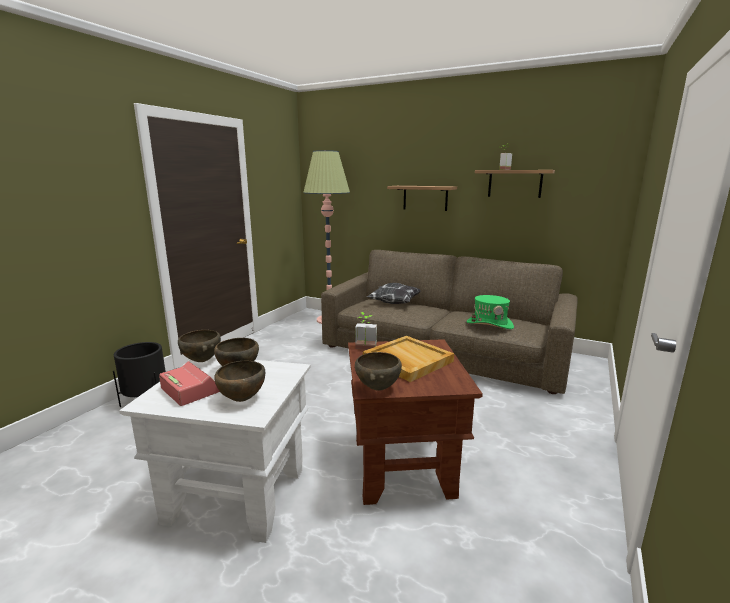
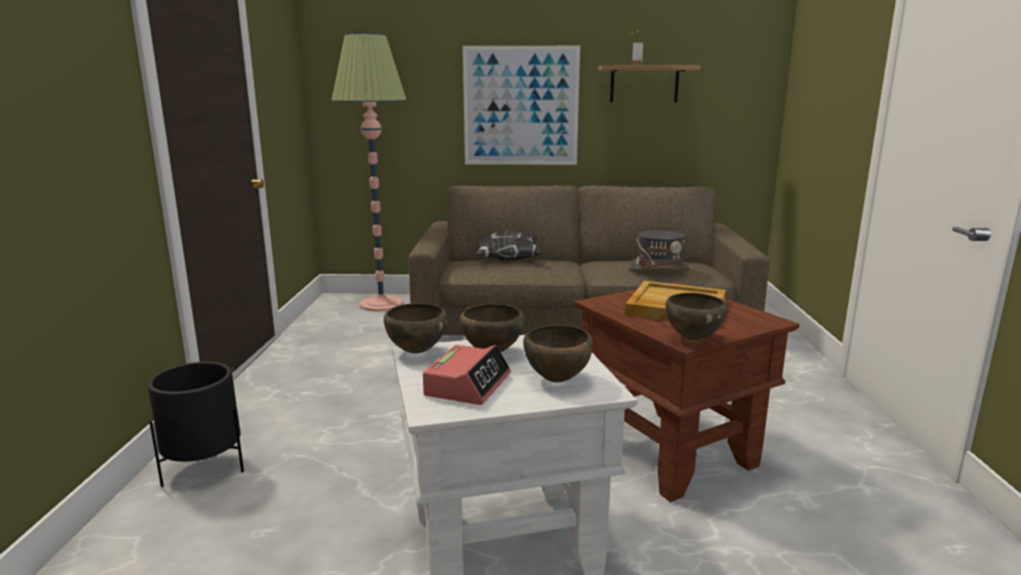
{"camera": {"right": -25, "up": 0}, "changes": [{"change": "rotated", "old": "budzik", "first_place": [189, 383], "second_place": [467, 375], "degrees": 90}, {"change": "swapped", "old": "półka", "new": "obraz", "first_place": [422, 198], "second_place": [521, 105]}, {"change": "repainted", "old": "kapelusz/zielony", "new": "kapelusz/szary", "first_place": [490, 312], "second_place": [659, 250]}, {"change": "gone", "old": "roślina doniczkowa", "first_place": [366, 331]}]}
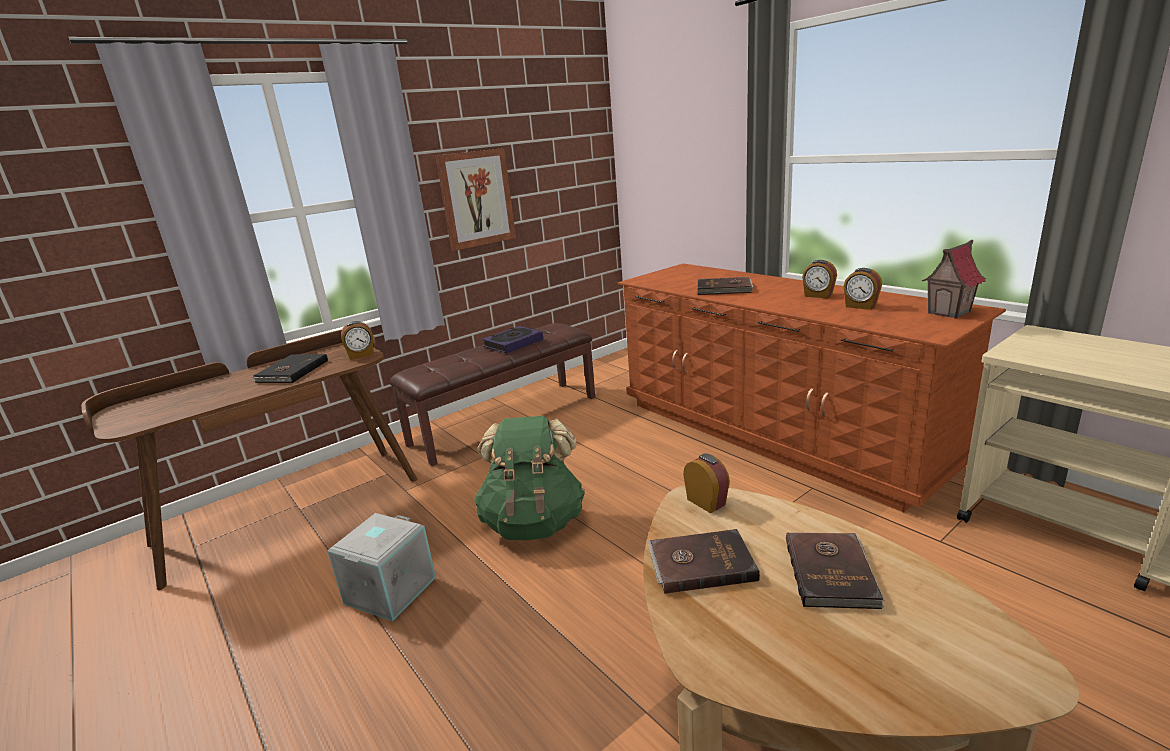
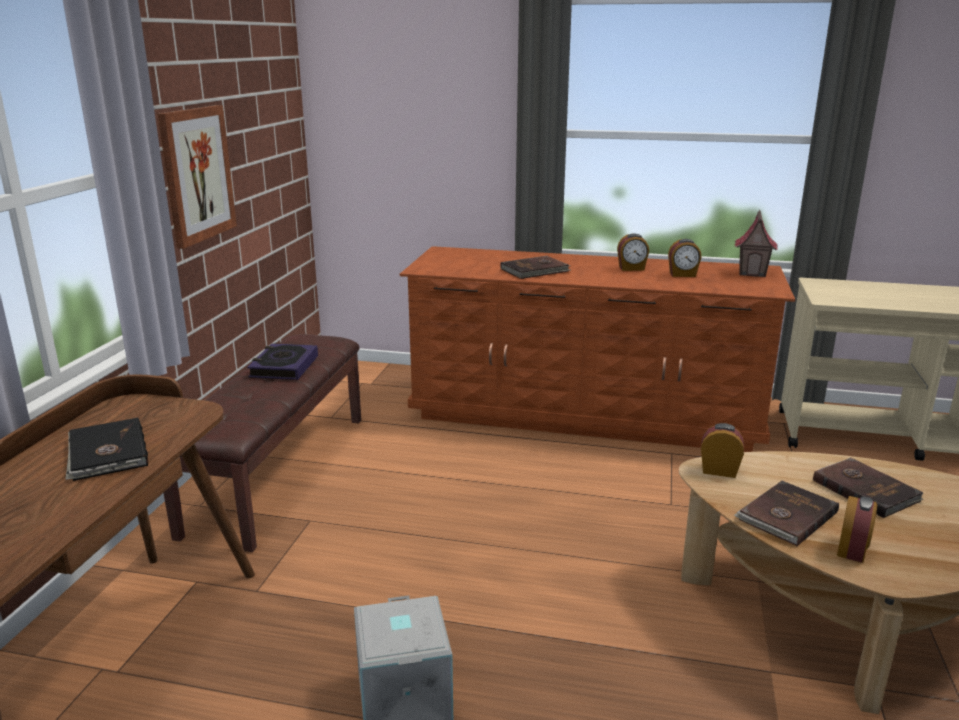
{"camera": {"right": -40, "up": 0}, "changes": [{"change": "shifted", "old": "budzik", "first_place": [357, 340], "second_place": [857, 529]}, {"change": "gone", "old": "plecak/zielony", "first_place": [529, 478]}]}
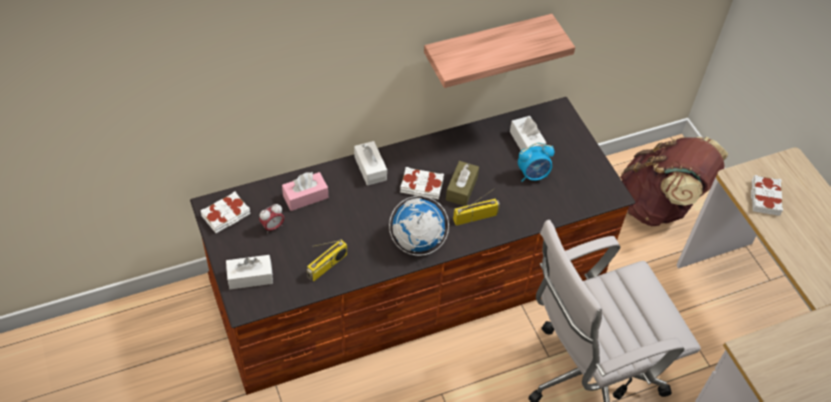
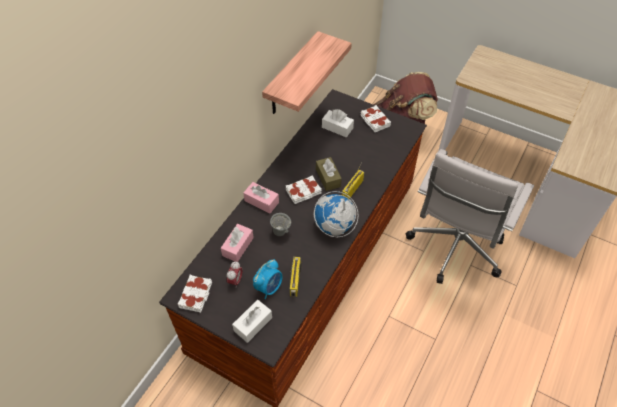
{"camera": {"right": -35, "up": 0}, "changes": [{"change": "repainted", "old": "pudełko chusteczek/biały", "new": "pudełko chusteczek/różowy", "first_place": [370, 163], "second_place": [261, 197]}, {"change": "shifted", "old": "budzik", "first_place": [536, 162], "second_place": [268, 279]}, {"change": "new", "new": "kubek/szary", "second_place": [280, 224]}, {"change": "shifted", "old": "książka/biały", "first_place": [767, 195], "second_place": [376, 118]}]}
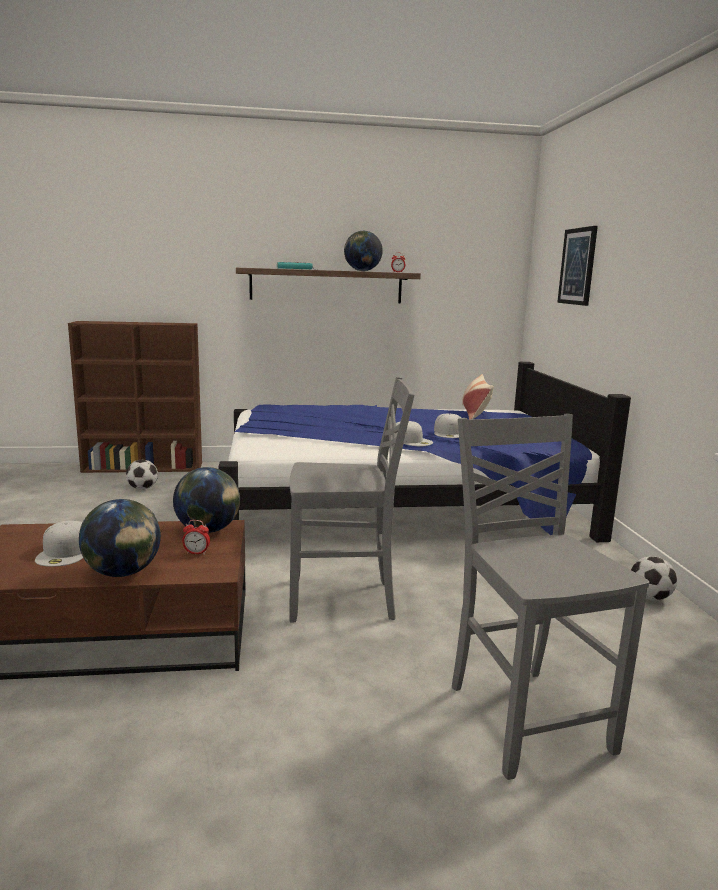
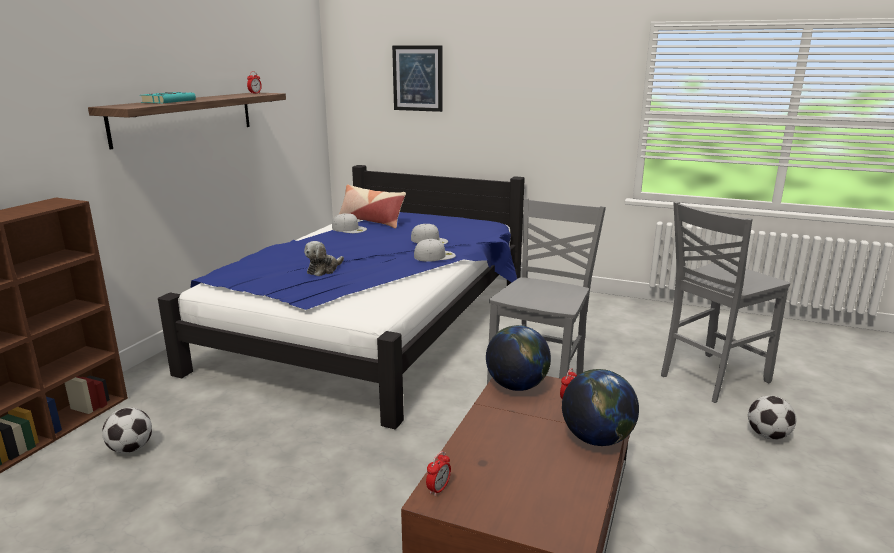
{"camera": {"right": -60, "up": 5}, "changes": [{"change": "new", "new": "pluszak", "second_place": [324, 258]}, {"change": "shifted", "old": "czapka z daszkiem/biały", "first_place": [59, 543], "second_place": [349, 223]}, {"change": "new", "new": "budzik", "second_place": [438, 473]}, {"change": "rotated", "old": "krzesło/szary", "first_place": [550, 597], "second_place": [725, 302], "degrees": -45}, {"change": "shifted", "old": "piłka futbolowa", "first_place": [654, 578], "second_place": [772, 418]}, {"change": "gone", "old": "globus", "first_place": [363, 251]}]}
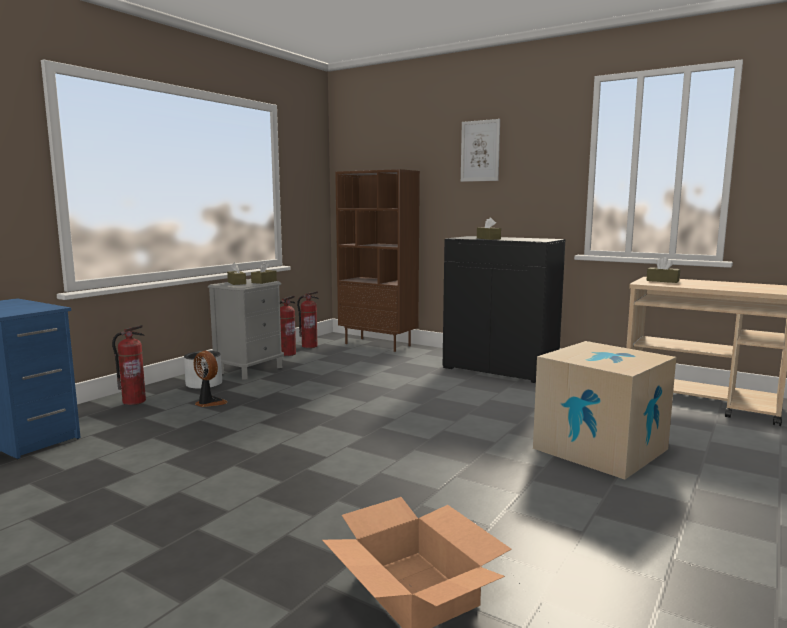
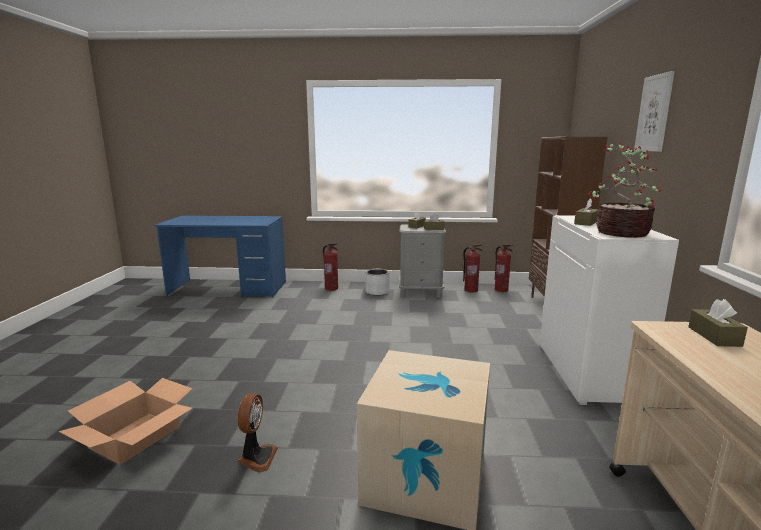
{"camera": {"right": 60, "up": 5}, "changes": [{"change": "shifted", "old": "wentylator", "first_place": [210, 379], "second_place": [257, 432]}, {"change": "repainted", "old": "szafka/czarny", "new": "szafka/biały", "first_place": [504, 309], "second_place": [609, 310]}, {"change": "new", "new": "roślina doniczkowa", "second_place": [624, 190]}]}
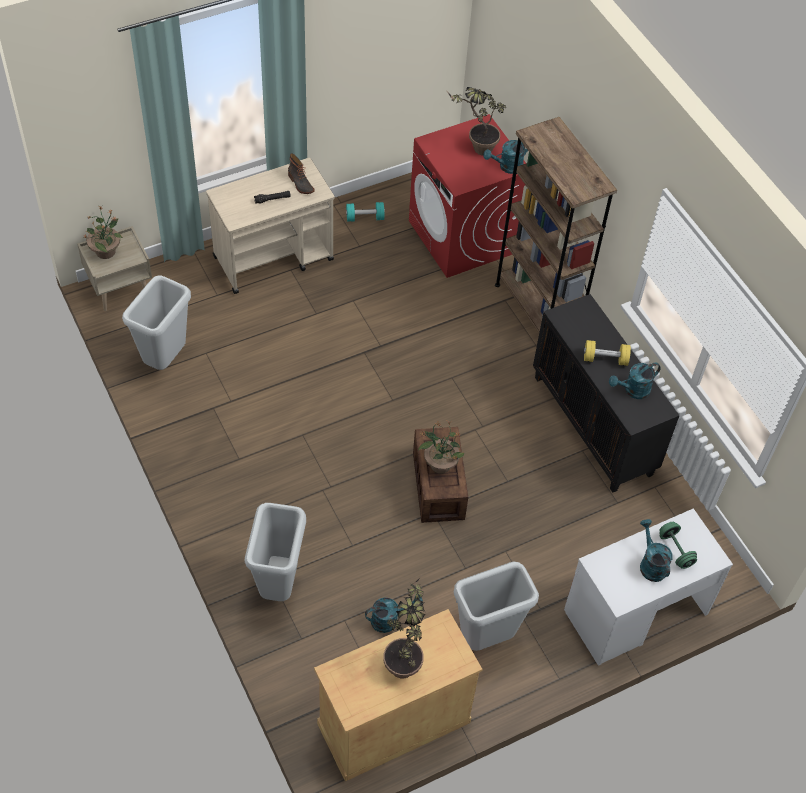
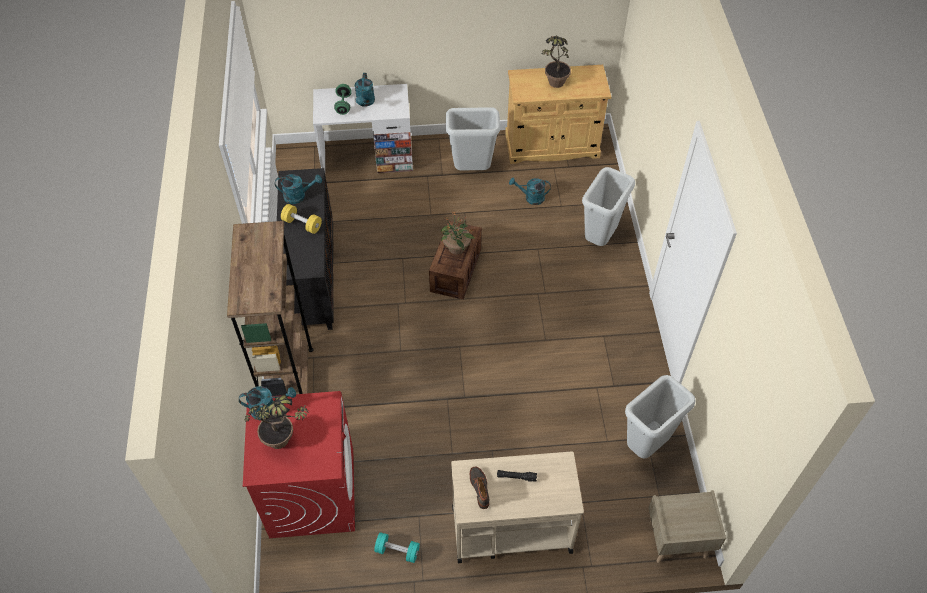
{"camera": {"right": -155, "up": 0}, "changes": [{"change": "gone", "old": "roślina doniczkowa", "first_place": [103, 232]}]}
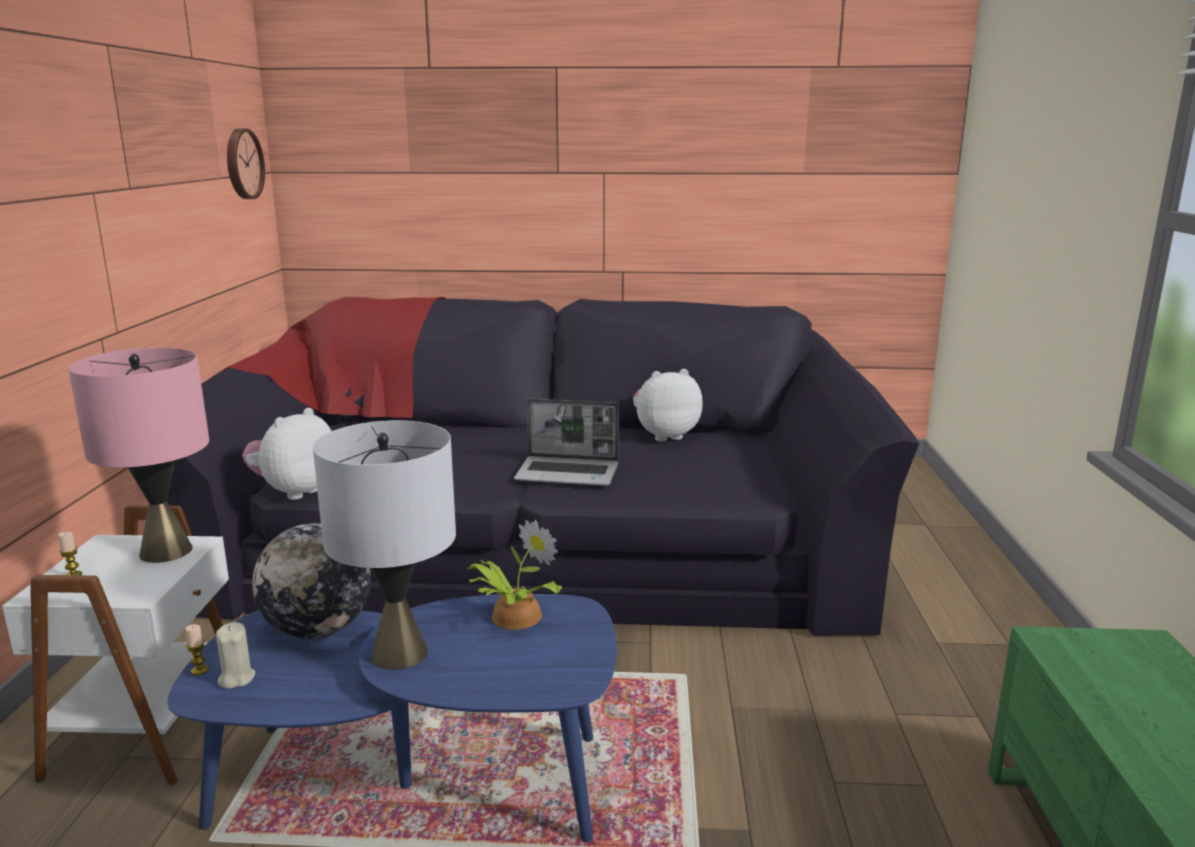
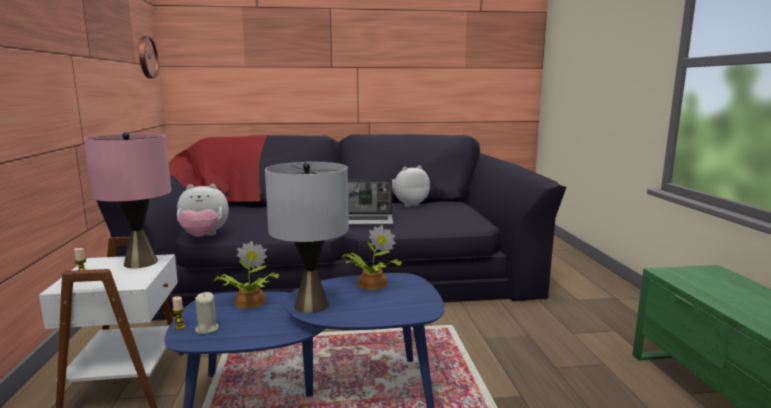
{"camera": {"right": -10, "up": -5}, "changes": [{"change": "rotated", "old": "pluszak", "first_place": [286, 454], "second_place": [203, 210], "degrees": -120}, {"change": "swapped", "old": "globus", "new": "roślina doniczkowa", "first_place": [311, 581], "second_place": [246, 274]}]}
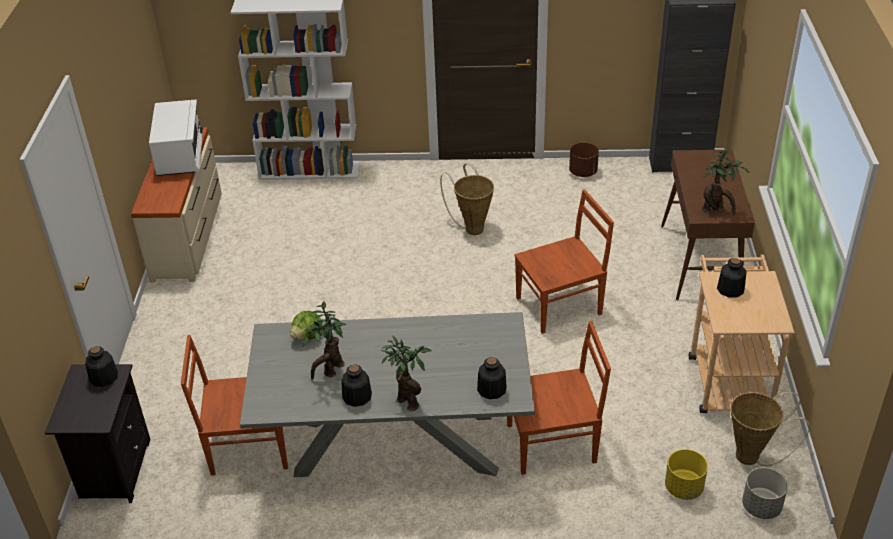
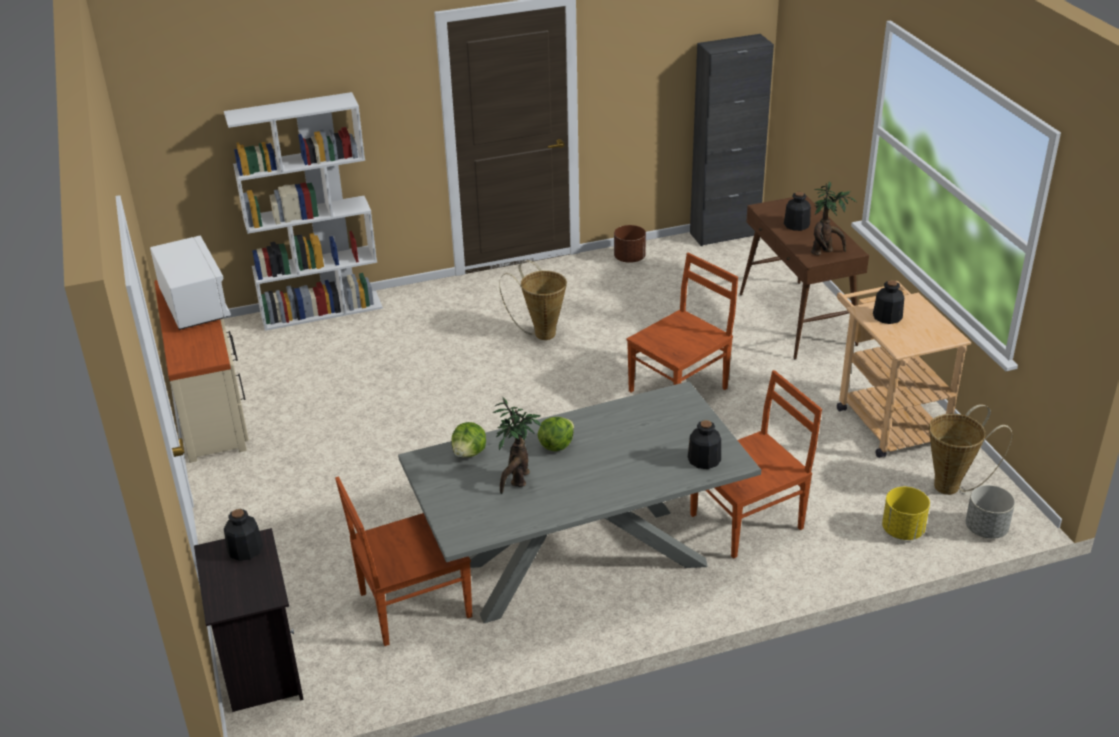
{"camera": {"right": -20, "up": -5}, "changes": [{"change": "new", "new": "sałata", "second_place": [556, 434]}, {"change": "shifted", "old": "butelka", "first_place": [356, 385], "second_place": [797, 211]}, {"change": "gone", "old": "roślina doniczkowa", "first_place": [406, 373]}]}
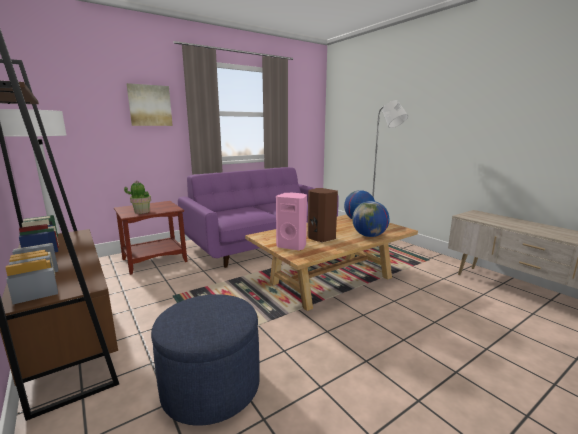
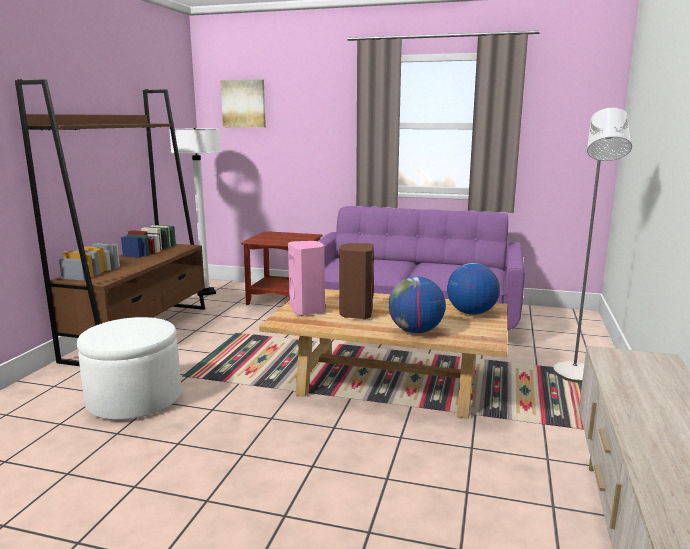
{"camera": {"right": 50, "up": 0}, "changes": [{"change": "repainted", "old": "pufa/niebieski", "new": "pufa/biały", "first_place": [205, 360], "second_place": [129, 368]}, {"change": "shifted", "old": "obraz", "first_place": [150, 104], "second_place": [243, 103]}, {"change": "gone", "old": "roślina doniczkowa", "first_place": [137, 197]}]}
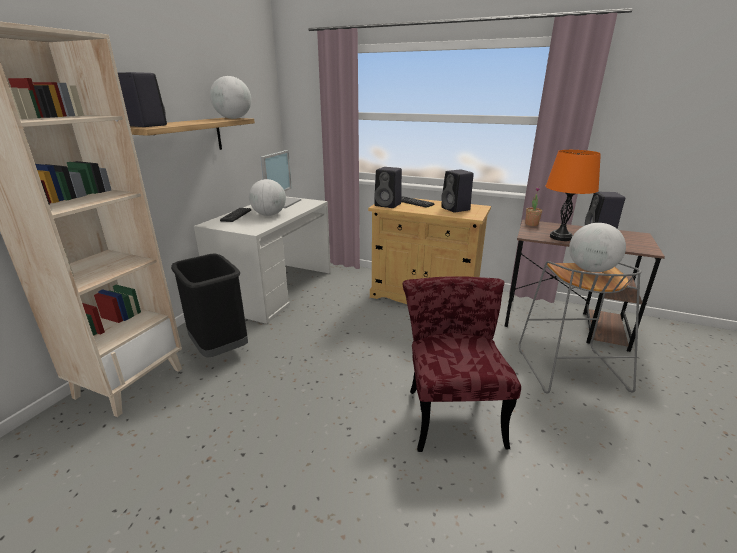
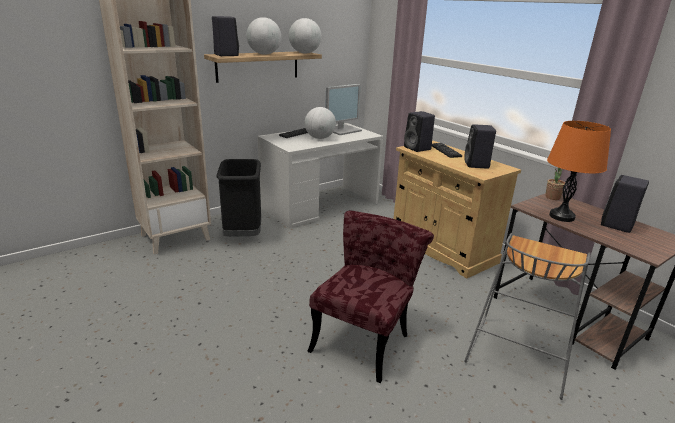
{"camera": {"right": 30, "up": 0}, "changes": [{"change": "shifted", "old": "globus", "first_place": [597, 247], "second_place": [263, 36]}]}
